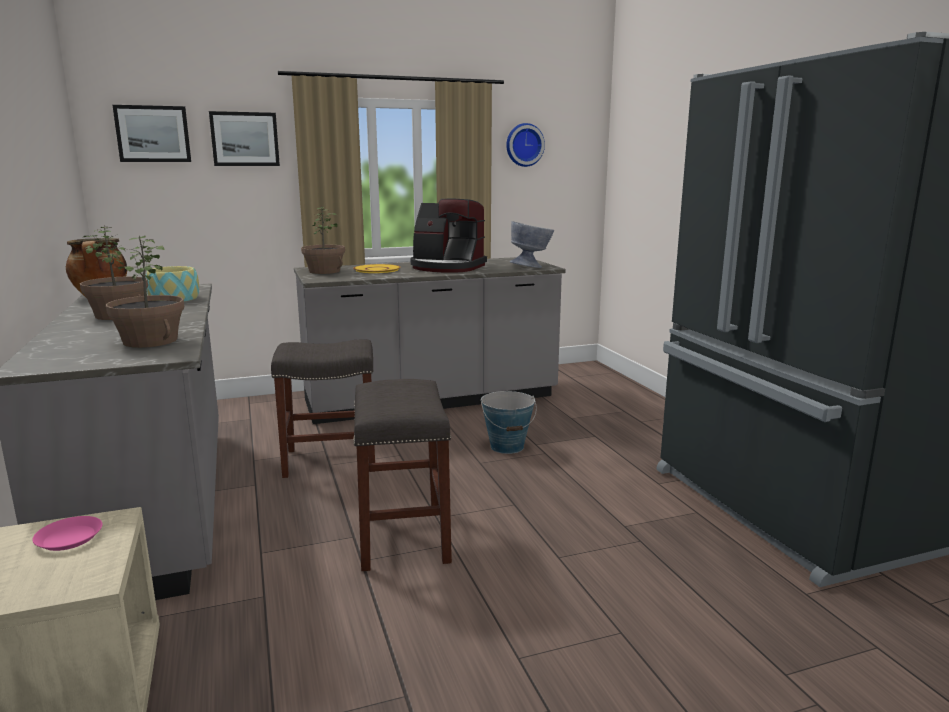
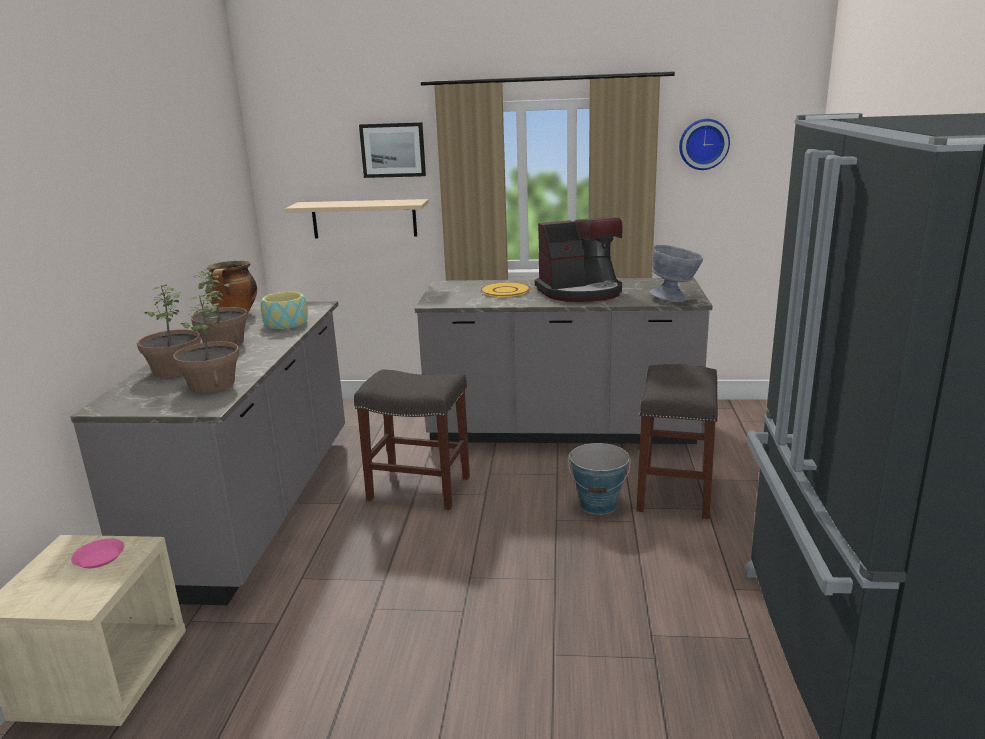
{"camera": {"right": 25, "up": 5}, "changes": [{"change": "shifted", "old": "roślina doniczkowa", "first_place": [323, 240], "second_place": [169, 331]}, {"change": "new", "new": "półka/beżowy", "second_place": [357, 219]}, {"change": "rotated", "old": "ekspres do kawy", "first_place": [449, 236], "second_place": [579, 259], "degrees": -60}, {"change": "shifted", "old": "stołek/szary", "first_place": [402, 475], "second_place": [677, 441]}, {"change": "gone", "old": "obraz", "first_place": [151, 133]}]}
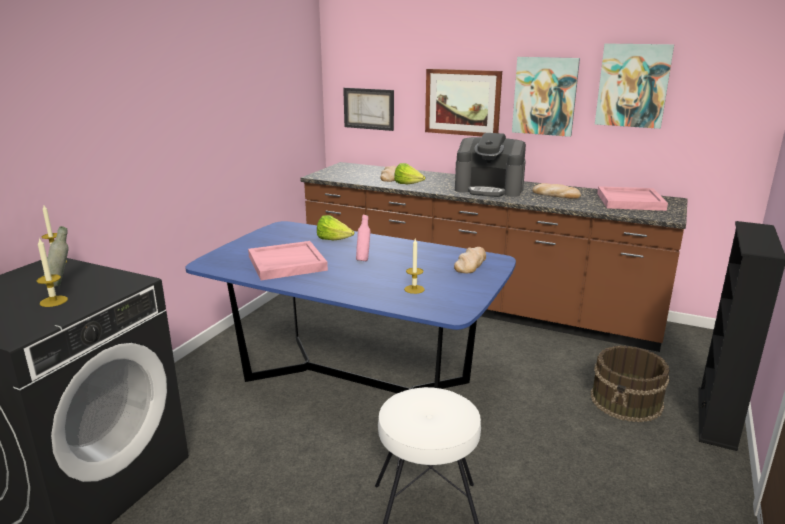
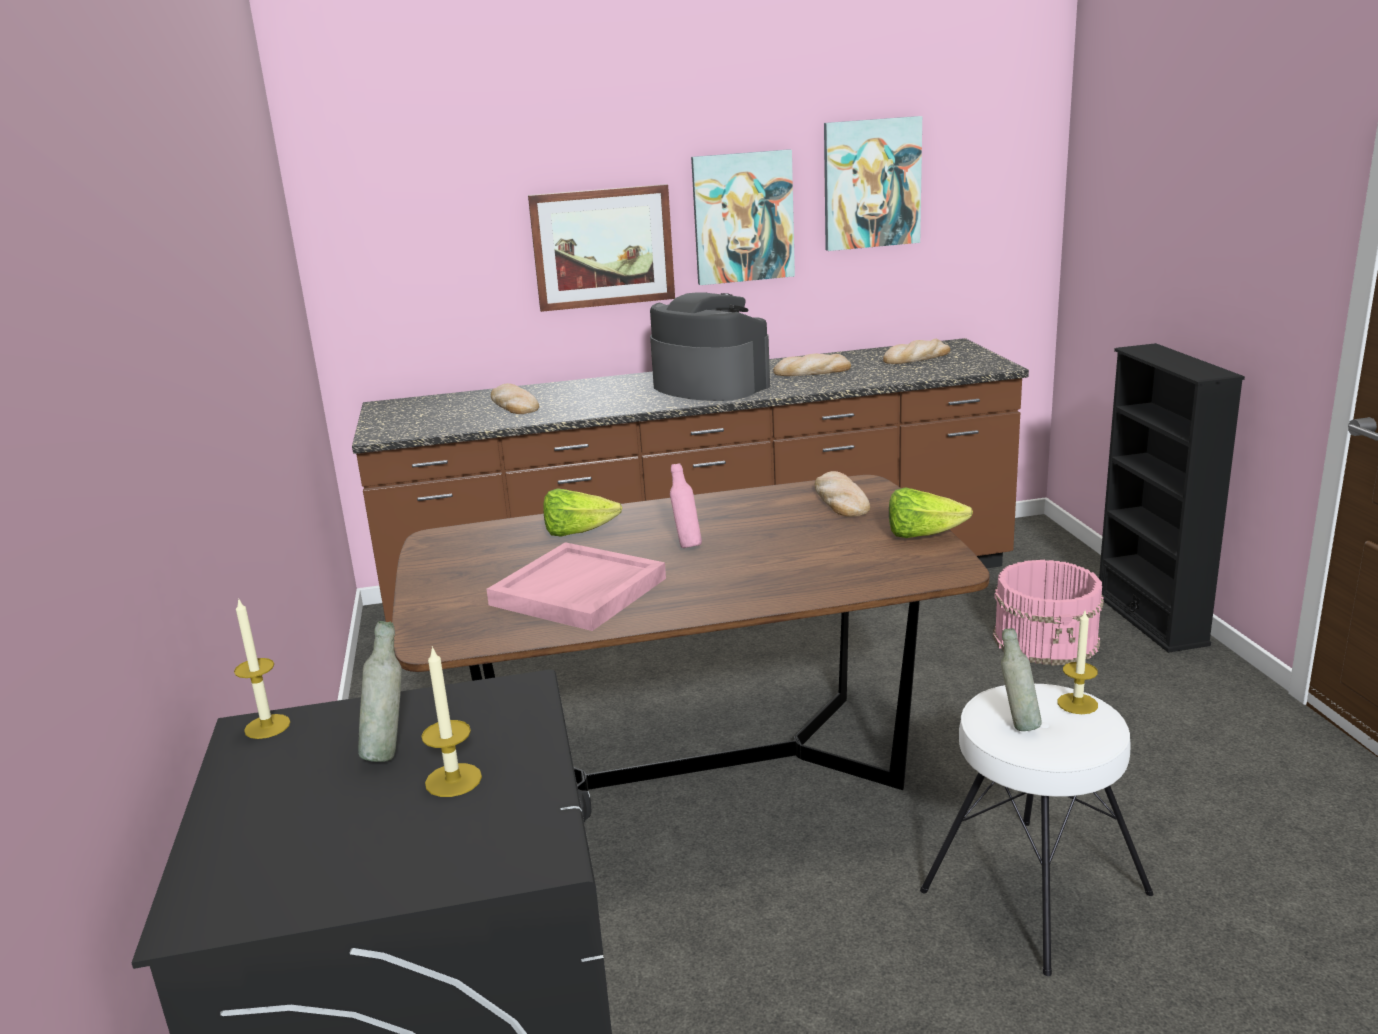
{"camera": {"right": -35, "up": 0}, "changes": [{"change": "repainted", "old": "stół jadalny/niebieski", "new": "stół jadalny/brązowy", "first_place": [350, 307], "second_place": [691, 633]}, {"change": "rotated", "old": "ekspres do kawy", "first_place": [490, 165], "second_place": [710, 346], "degrees": -120}, {"change": "swapped", "old": "taca/różowy", "new": "chleb", "first_place": [632, 198], "second_place": [916, 351]}, {"change": "shifted", "old": "sałata", "first_place": [410, 173], "second_place": [931, 512]}, {"change": "repainted", "old": "wiadro/brązowy", "new": "wiadro/różowy", "first_place": [630, 383], "second_place": [1048, 613]}, {"change": "new", "new": "butelka/szary", "second_place": [1021, 679]}, {"change": "shifted", "old": "świeca", "first_place": [414, 266], "second_place": [1077, 662]}, {"change": "gone", "old": "obraz", "first_place": [368, 109]}]}
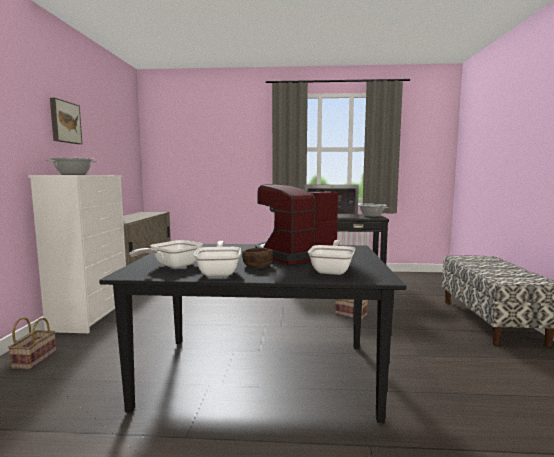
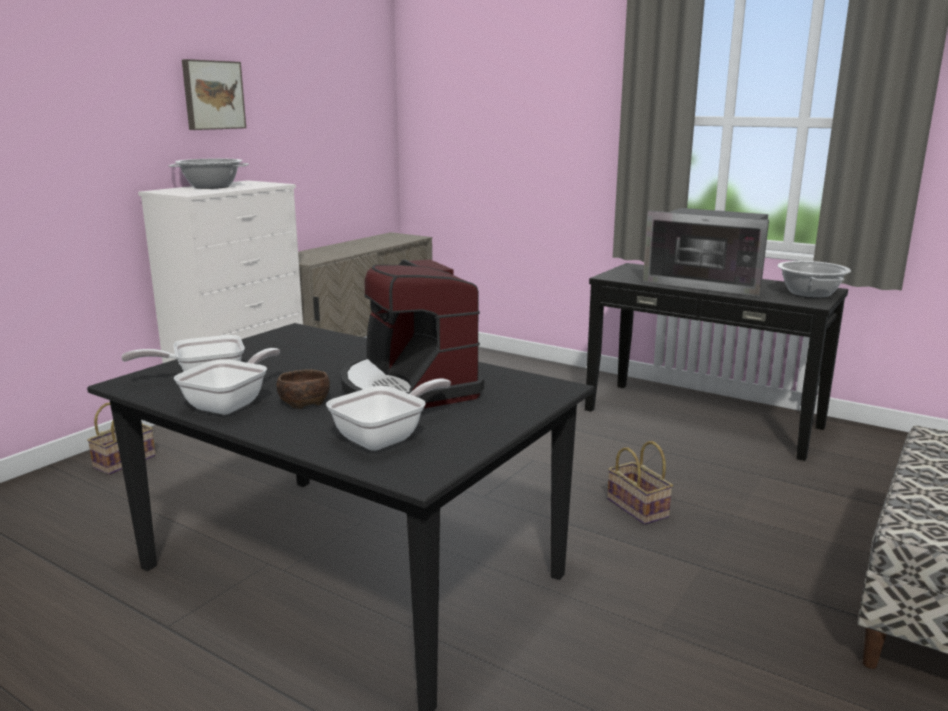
{"camera": {"right": 30, "up": 10}, "changes": [{"change": "rotated", "old": "ekspres do kawy", "first_place": [297, 224], "second_place": [412, 333], "degrees": -105}]}
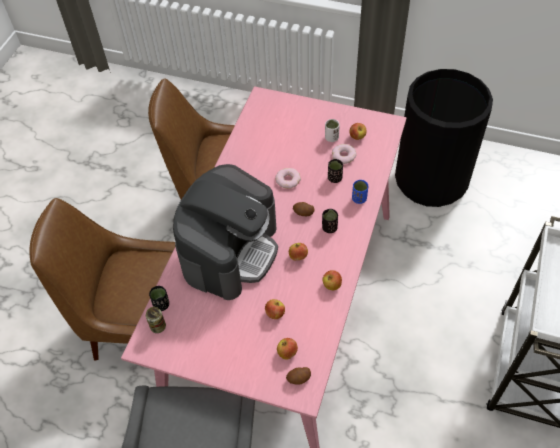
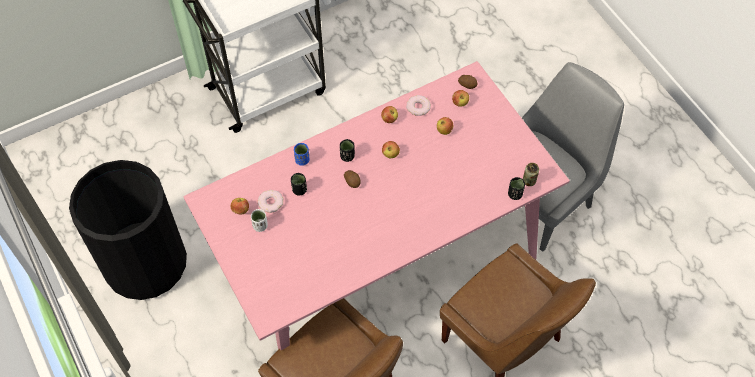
{"camera": {"right": -140, "up": 5}, "changes": [{"change": "shifted", "old": "donut", "first_place": [288, 178], "second_place": [418, 105]}, {"change": "gone", "old": "ekspres do kawy", "first_place": [225, 232]}]}
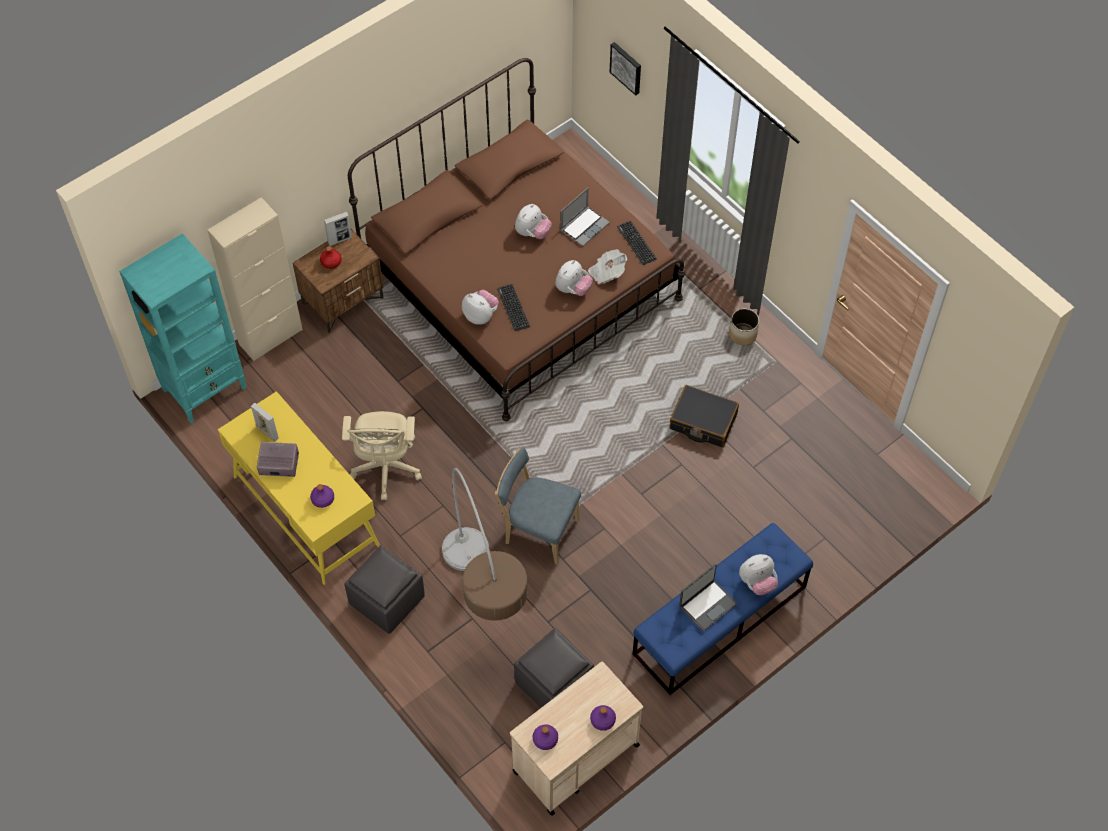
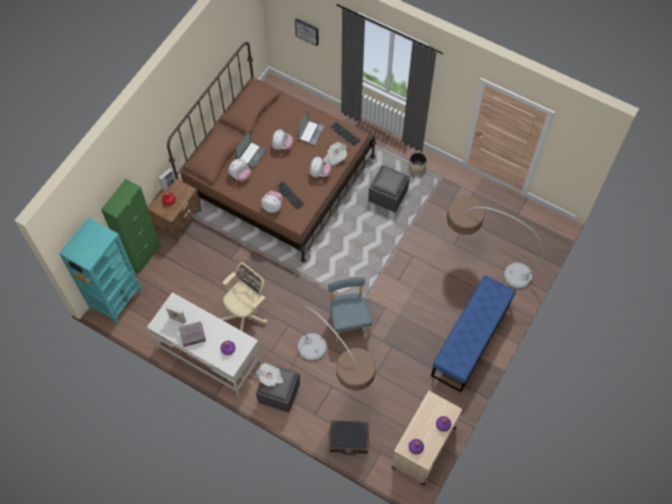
{"camera": {"right": -20, "up": 5}, "changes": [{"change": "repainted", "old": "szafka/beżowy", "new": "szafka/zielony", "first_place": [255, 279], "second_place": [131, 226]}, {"change": "repainted", "old": "biurko/żółty", "new": "biurko/biały", "first_place": [299, 488], "second_place": [204, 344]}, {"change": "rotated", "old": "krzesło biurowe/beżowy", "first_place": [382, 455], "second_place": [243, 297], "degrees": -120}, {"change": "shifted", "old": "pluszak", "first_place": [758, 574], "second_place": [239, 170]}, {"change": "shifted", "old": "laptop", "first_place": [708, 597], "second_place": [251, 150]}, {"change": "new", "new": "gazeta", "second_place": [270, 375]}, {"change": "rotated", "old": "krzesło/niebieski", "first_place": [538, 506], "second_place": [350, 309], "degrees": 75}, {"change": "shifted", "old": "walizka/czarny", "first_place": [704, 416], "second_place": [349, 437]}, {"change": "shifted", "old": "pufa/szary", "first_place": [554, 668], "second_place": [389, 188]}, {"change": "new", "new": "lampa stojąca", "second_place": [495, 242]}]}
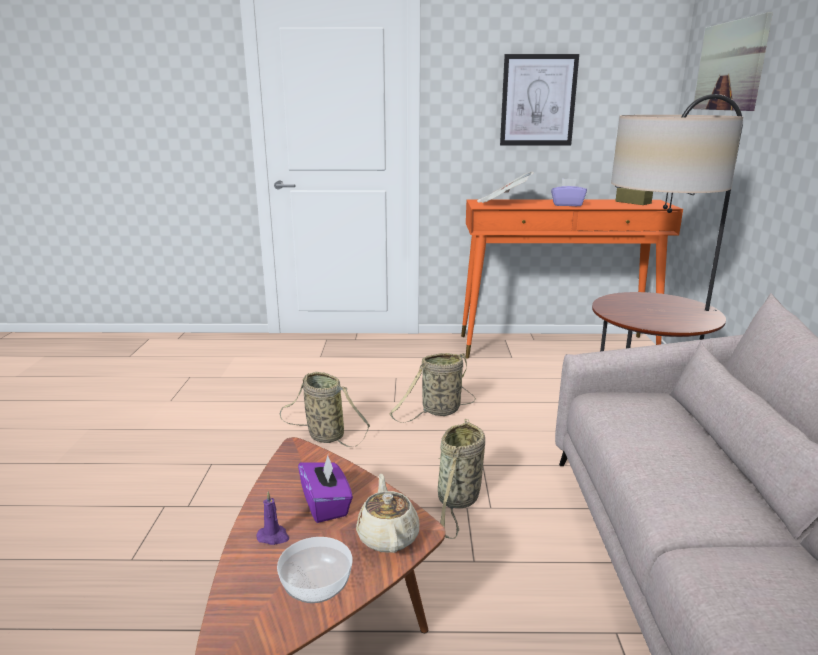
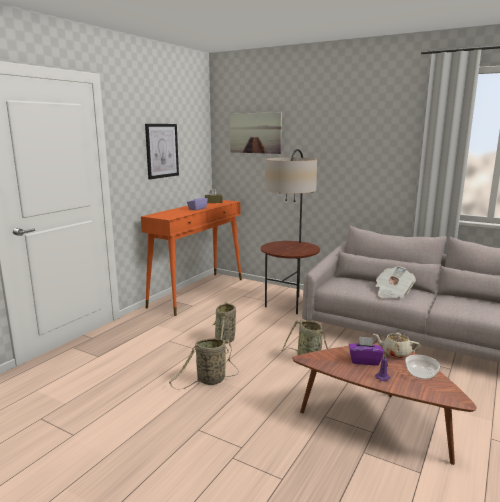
{"camera": {"right": -60, "up": -5}, "changes": [{"change": "shifted", "old": "gazeta", "first_place": [505, 187], "second_place": [396, 282]}]}
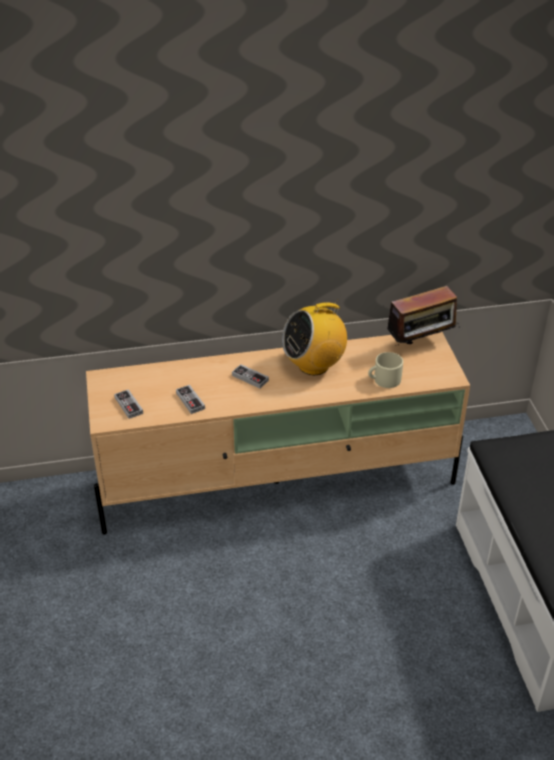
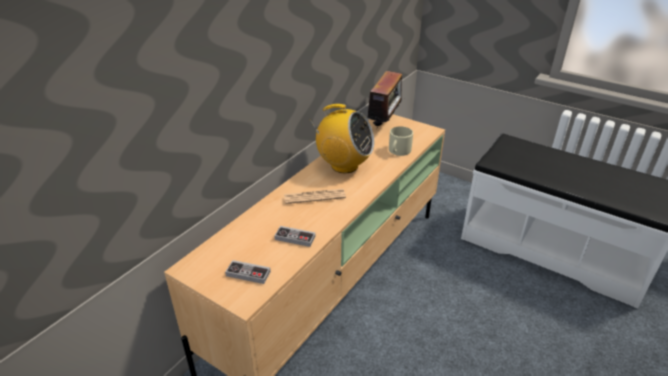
{"camera": {"right": -45, "up": -5}, "changes": [{"change": "swapped", "old": "pad do gier", "new": "gazeta", "first_place": [250, 376], "second_place": [315, 196]}, {"change": "rotated", "old": "radio", "first_place": [314, 337], "second_place": [342, 138], "degrees": -90}]}
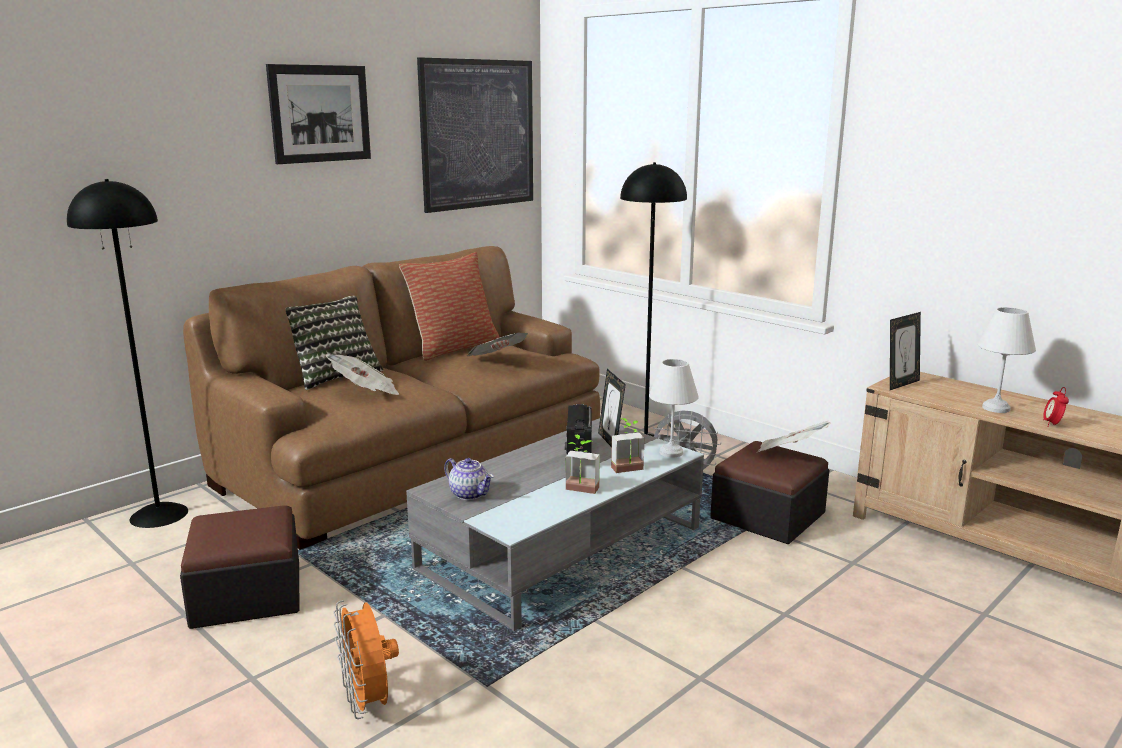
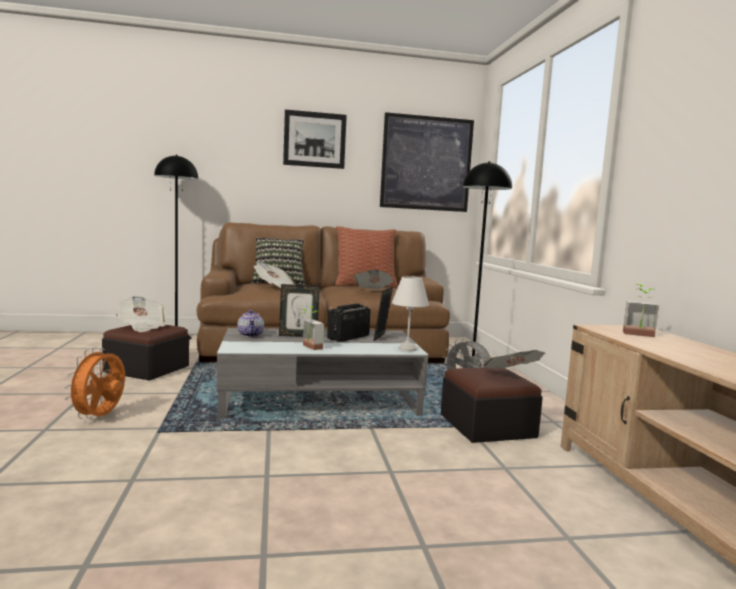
{"camera": {"right": 35, "up": -10}, "changes": [{"change": "new", "new": "gazeta", "second_place": [141, 314]}, {"change": "shifted", "old": "ramka na zdjęcie", "first_place": [905, 351], "second_place": [299, 310]}, {"change": "shifted", "old": "roślina doniczkowa", "first_place": [628, 445], "second_place": [641, 310]}, {"change": "gone", "old": "lampa stołowa/biały", "first_place": [1006, 360]}, {"change": "gone", "old": "budzik", "first_place": [1056, 407]}]}
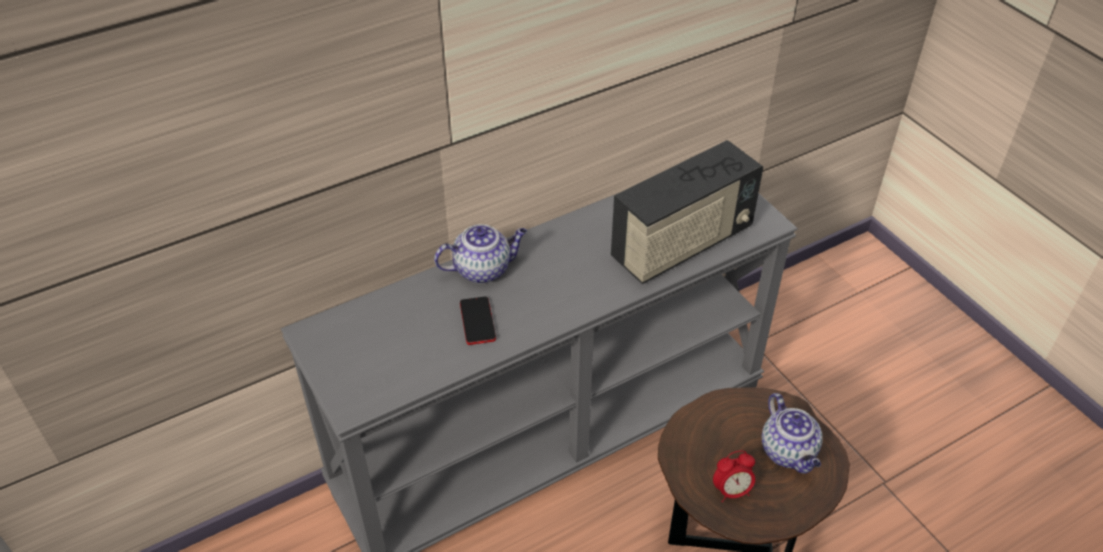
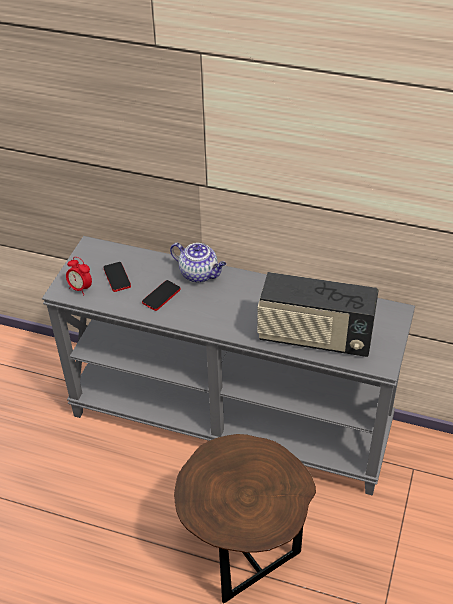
{"camera": {"right": 50, "up": 0}, "changes": [{"change": "shifted", "old": "budzik", "first_place": [734, 476], "second_place": [79, 276]}, {"change": "new", "new": "telefon", "second_place": [117, 277]}, {"change": "gone", "old": "imbryk", "first_place": [792, 433]}]}
